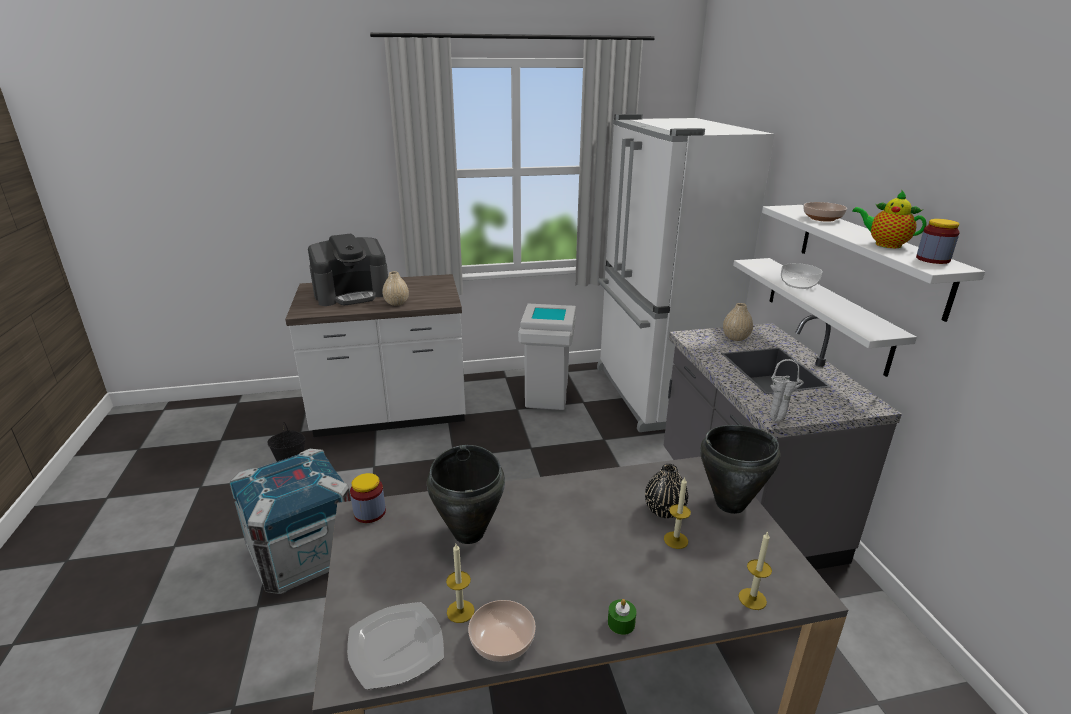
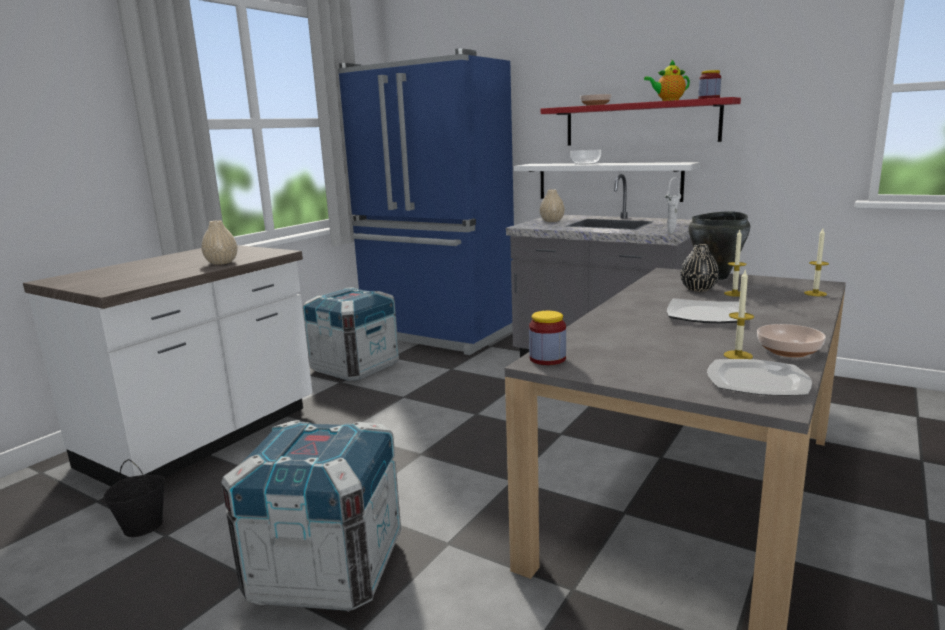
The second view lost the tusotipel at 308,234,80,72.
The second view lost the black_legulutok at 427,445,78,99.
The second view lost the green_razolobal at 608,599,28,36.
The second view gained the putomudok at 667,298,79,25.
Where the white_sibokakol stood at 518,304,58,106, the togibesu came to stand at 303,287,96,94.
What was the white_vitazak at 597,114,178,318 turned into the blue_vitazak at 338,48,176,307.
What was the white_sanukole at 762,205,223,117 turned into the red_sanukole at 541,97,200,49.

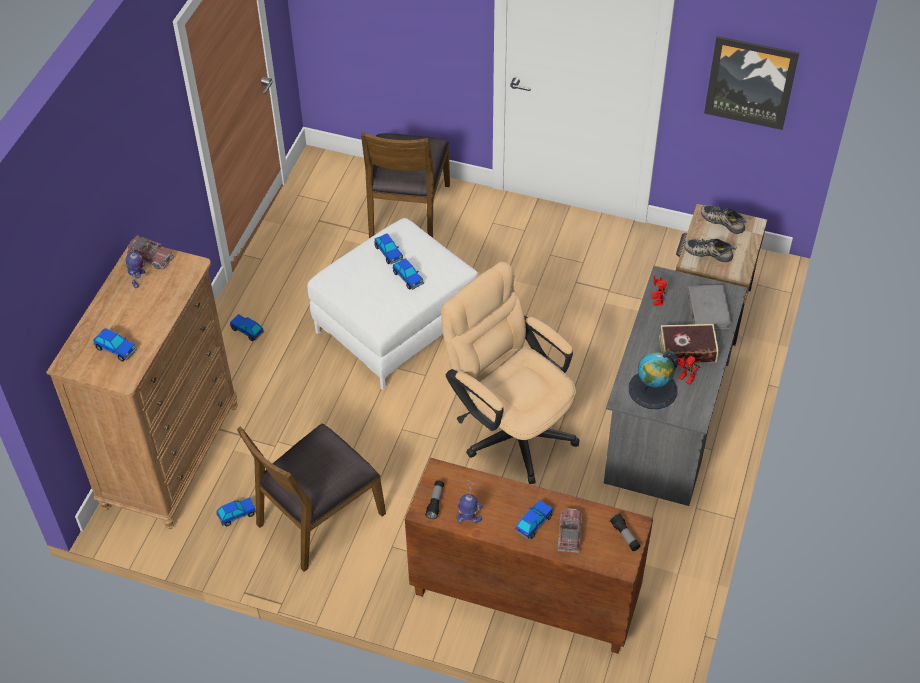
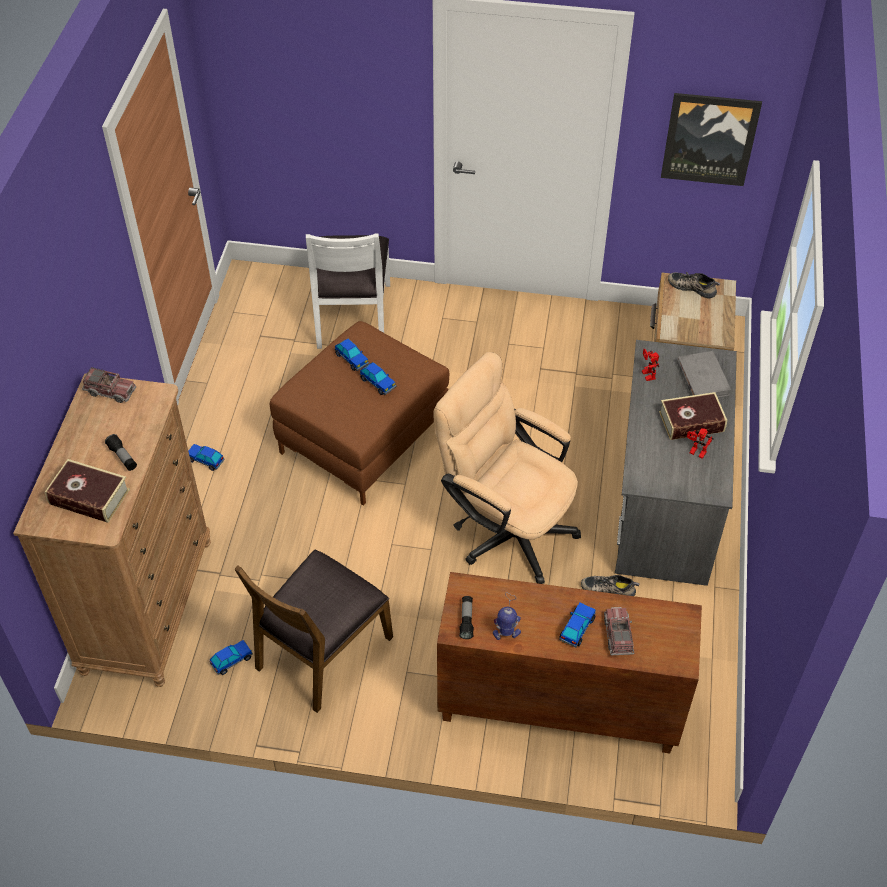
The second view lost the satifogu at 126,241,20,47.
The second view lost the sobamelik at 629,351,49,58.
The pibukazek ended up elsewhere, having gone from 610,513,30,38 to 105,434,32,37.
The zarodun ended up elsewhere, having gone from 684,239,52,23 to 581,575,58,21.
Where the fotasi stood at 93,328,44,33, the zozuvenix came to stand at 45,459,85,64.
What was the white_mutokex at 307,218,171,172 turned into the brown_mutokex at 270,321,179,185.
What was the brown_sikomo at 361,132,89,106 turned into the white_sikomo at 306,233,84,116.

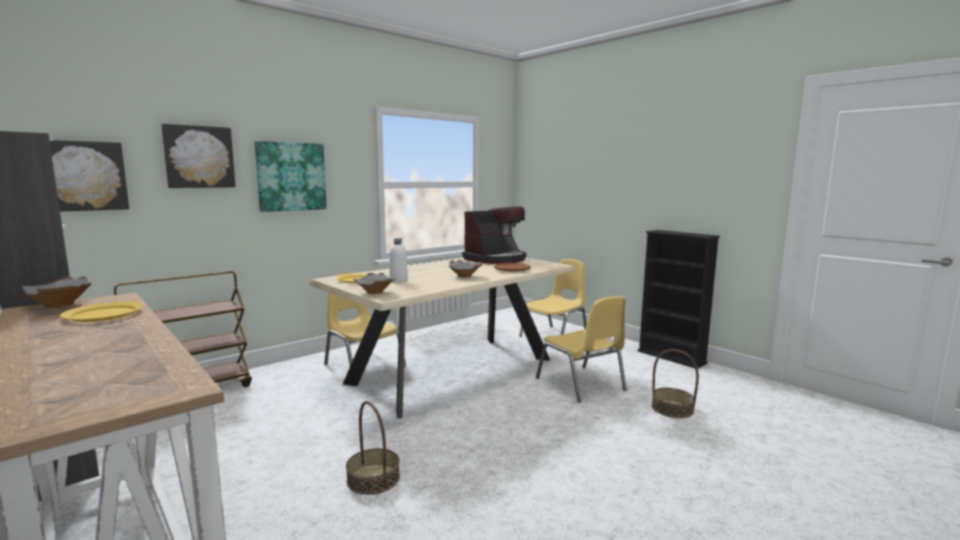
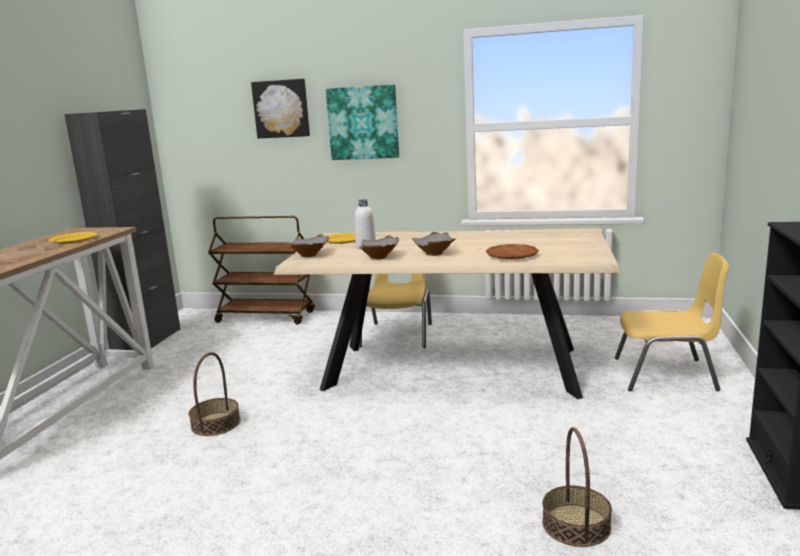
The second view lost the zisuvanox at 50,140,79,72.
The second view lost the tusotipel at 462,206,64,58.
The second view lost the yellow_sikomo at 536,296,91,107.
The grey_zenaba ended up elsewhere, having gone from 21,276,70,32 to 359,235,40,25.

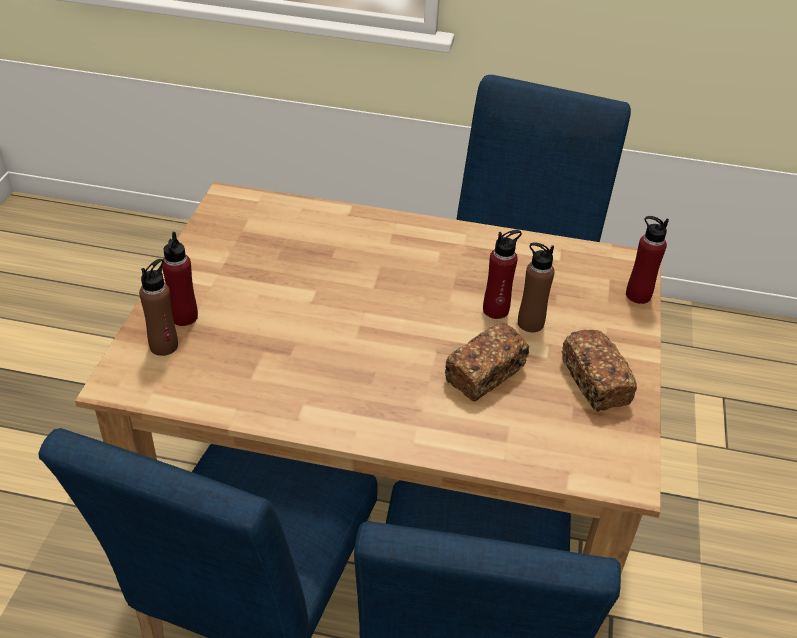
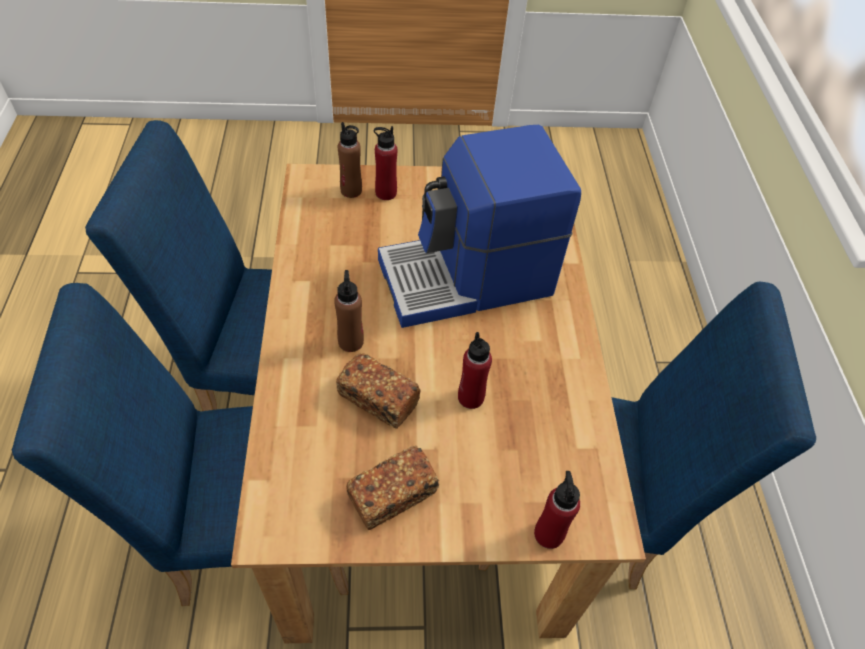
The second view gained the tusotipel at 378,125,203,203.
The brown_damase ended up elsewhere, having gone from 518,242,37,90 to 334,270,30,82.

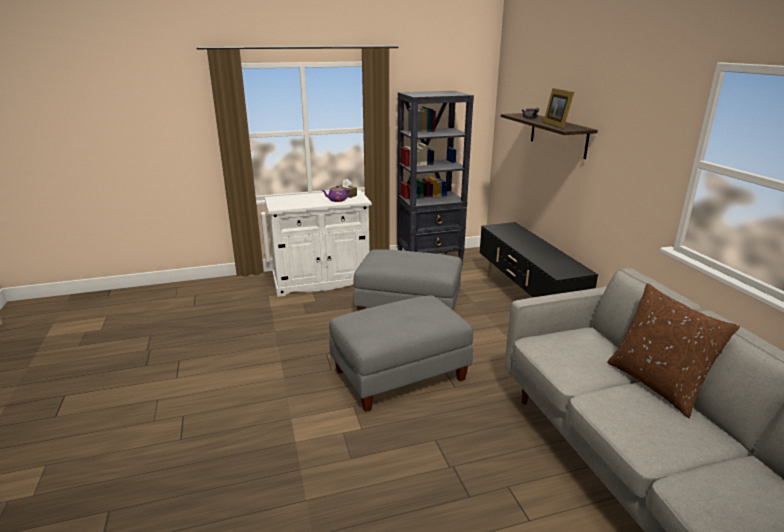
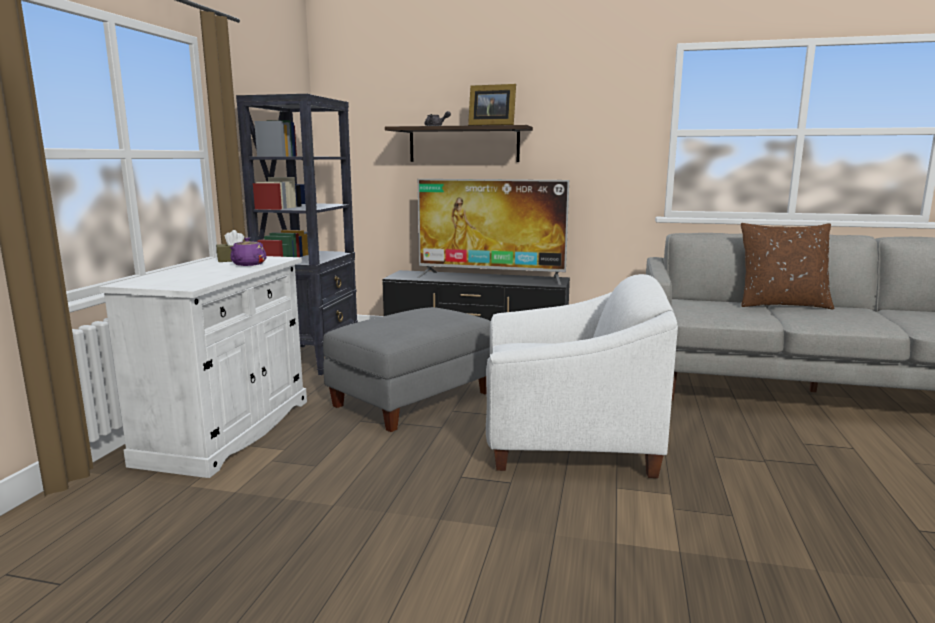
The second view gained the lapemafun at 417,179,152,106.
Where the grey_mutokex stood at 329,295,144,117, the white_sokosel came to stand at 486,274,192,204.

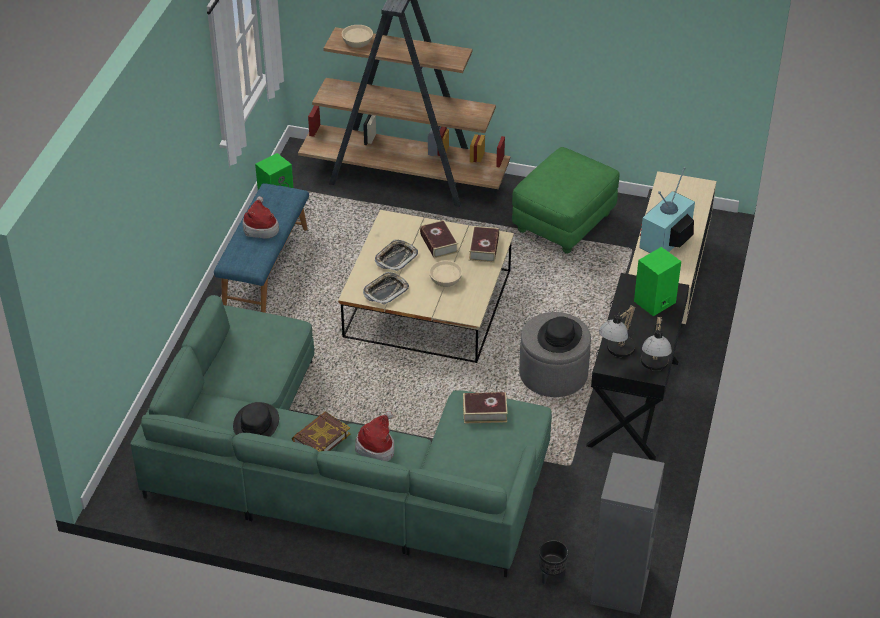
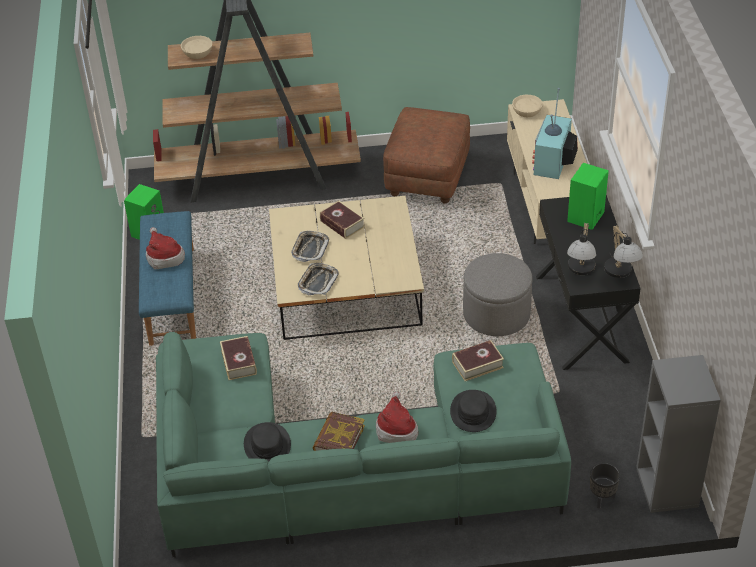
The beige_zenaba ended up elsewhere, having gone from 429,260,33,27 to 512,95,31,22.
The zozuvenix ended up elsewhere, having gone from 469,226,30,37 to 220,336,37,44.
The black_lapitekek ended up elsewhere, having gone from 537,316,45,37 to 450,390,46,42.
What was the green_mutokex at 512,147,107,107 turned into the brown_mutokex at 383,107,87,97.

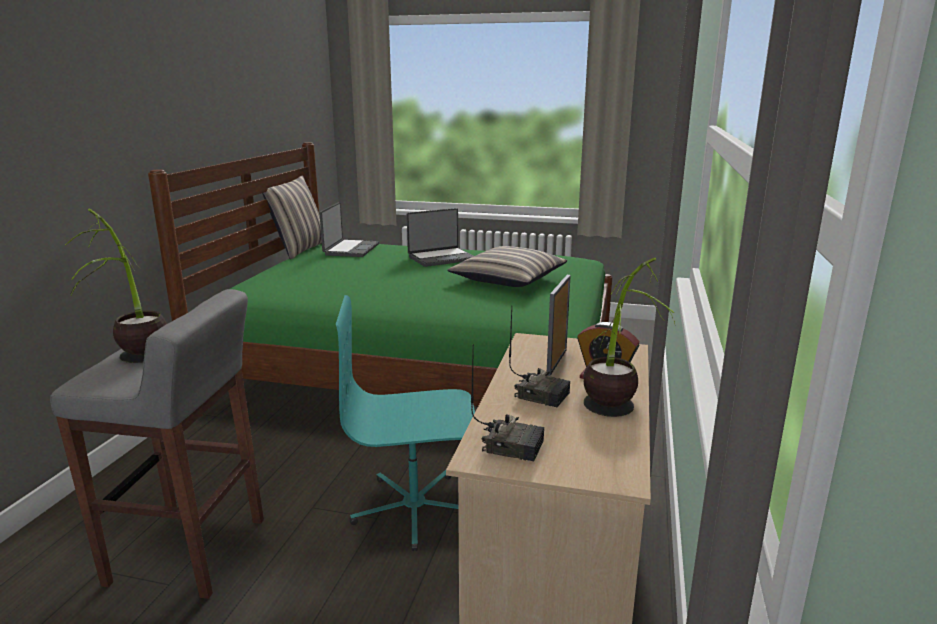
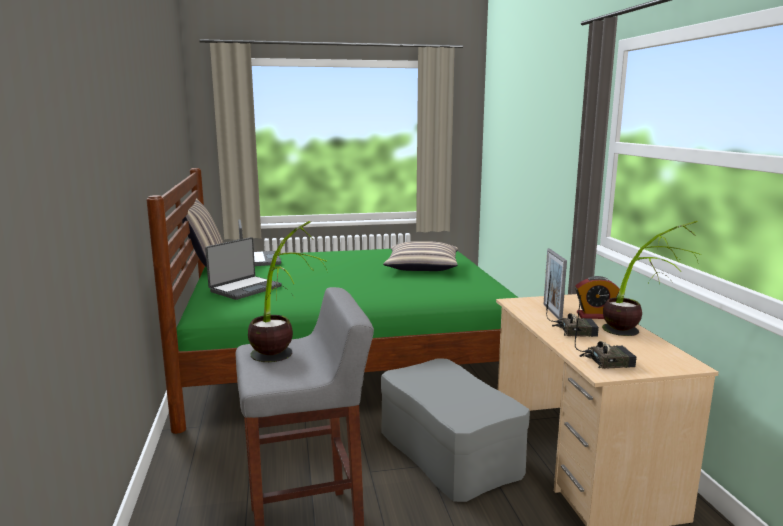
The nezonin ended up elsewhere, having gone from 407,208,67,59 to 205,237,77,63.
Where the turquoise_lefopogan stood at 336,295,139,256, the grey_mutokex came to stand at 381,359,149,143.

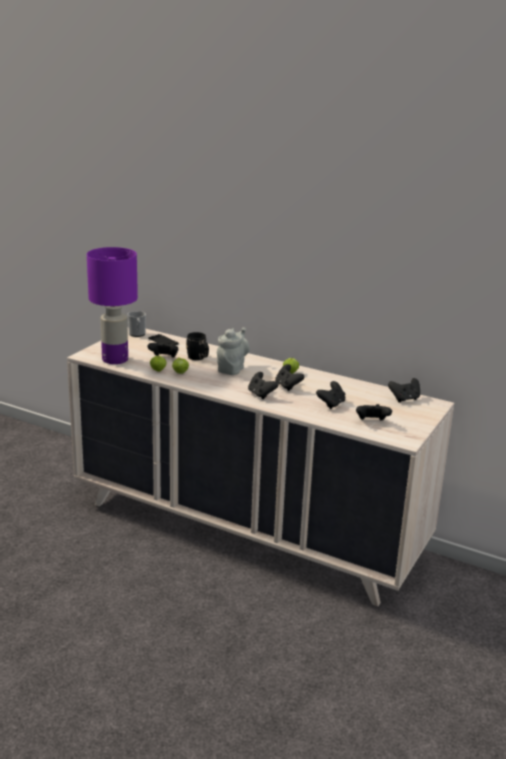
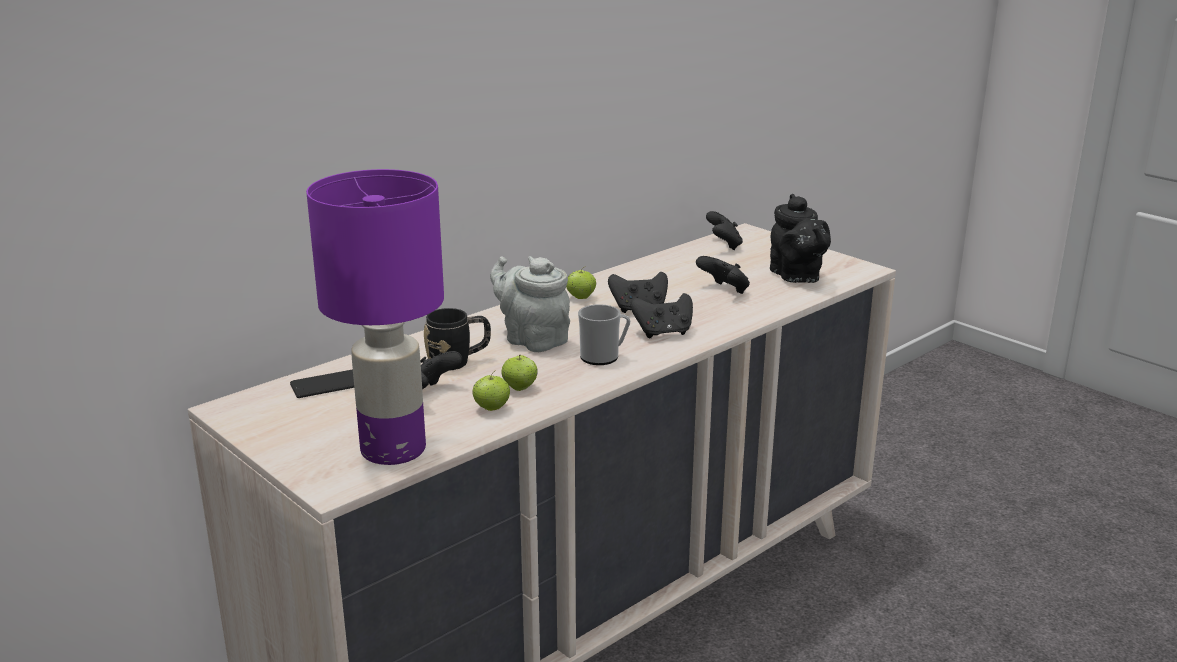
The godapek ended up elsewhere, having gone from 127,311,19,26 to 578,304,52,61.
Where the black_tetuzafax stood at 356,404,36,16, the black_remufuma came to stand at 770,194,61,89.

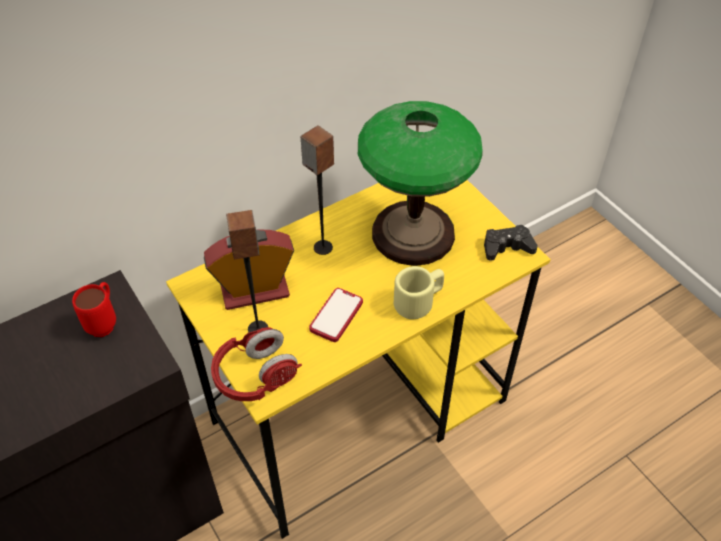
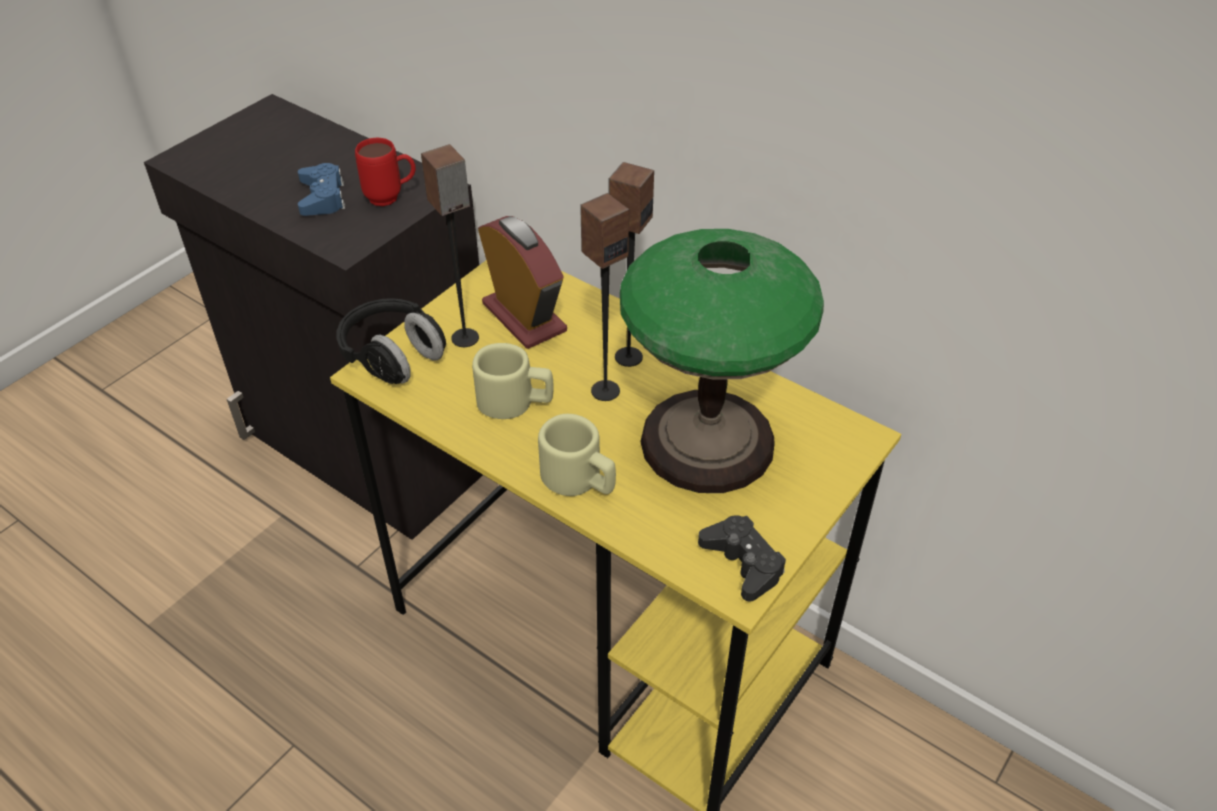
The second view gained the blue_tetuzafax at 298,163,47,53.
The second view gained the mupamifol at 580,193,49,208.
Where the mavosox stood at 309,288,54,54, the beige_godapek came to stand at 472,343,82,76.
What was the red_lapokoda at 211,327,91,74 turned into the black_lapokoda at 337,298,109,86.

